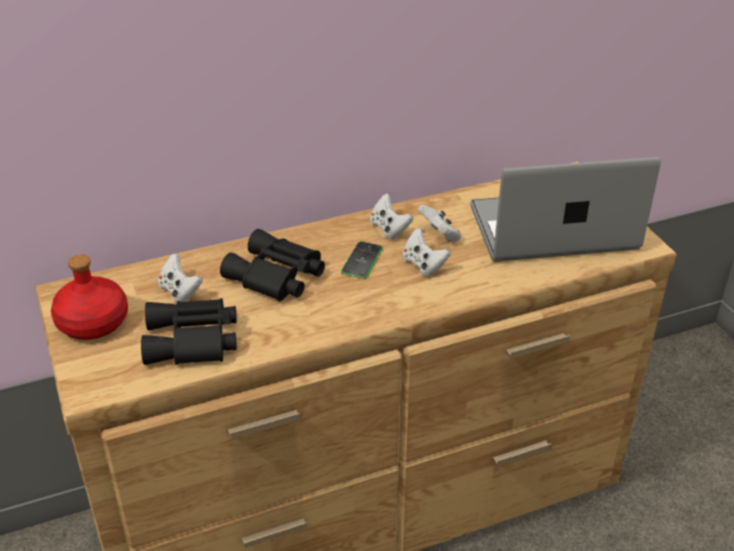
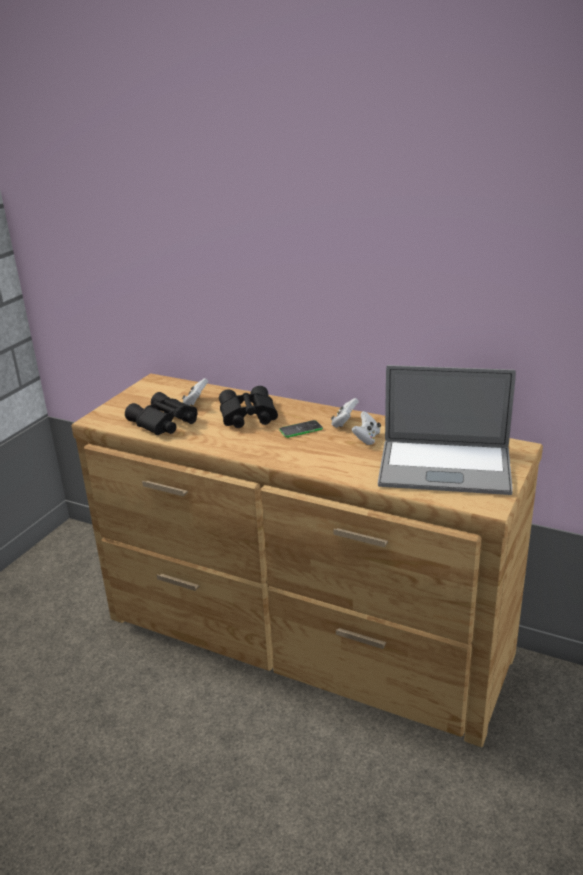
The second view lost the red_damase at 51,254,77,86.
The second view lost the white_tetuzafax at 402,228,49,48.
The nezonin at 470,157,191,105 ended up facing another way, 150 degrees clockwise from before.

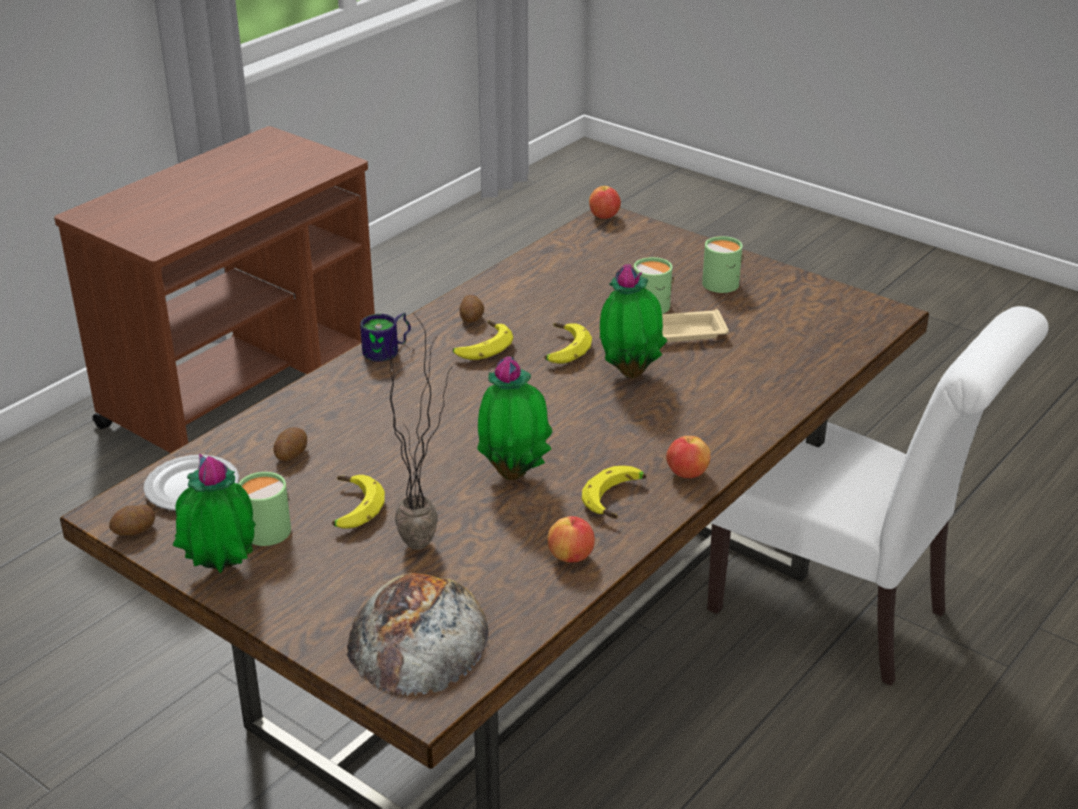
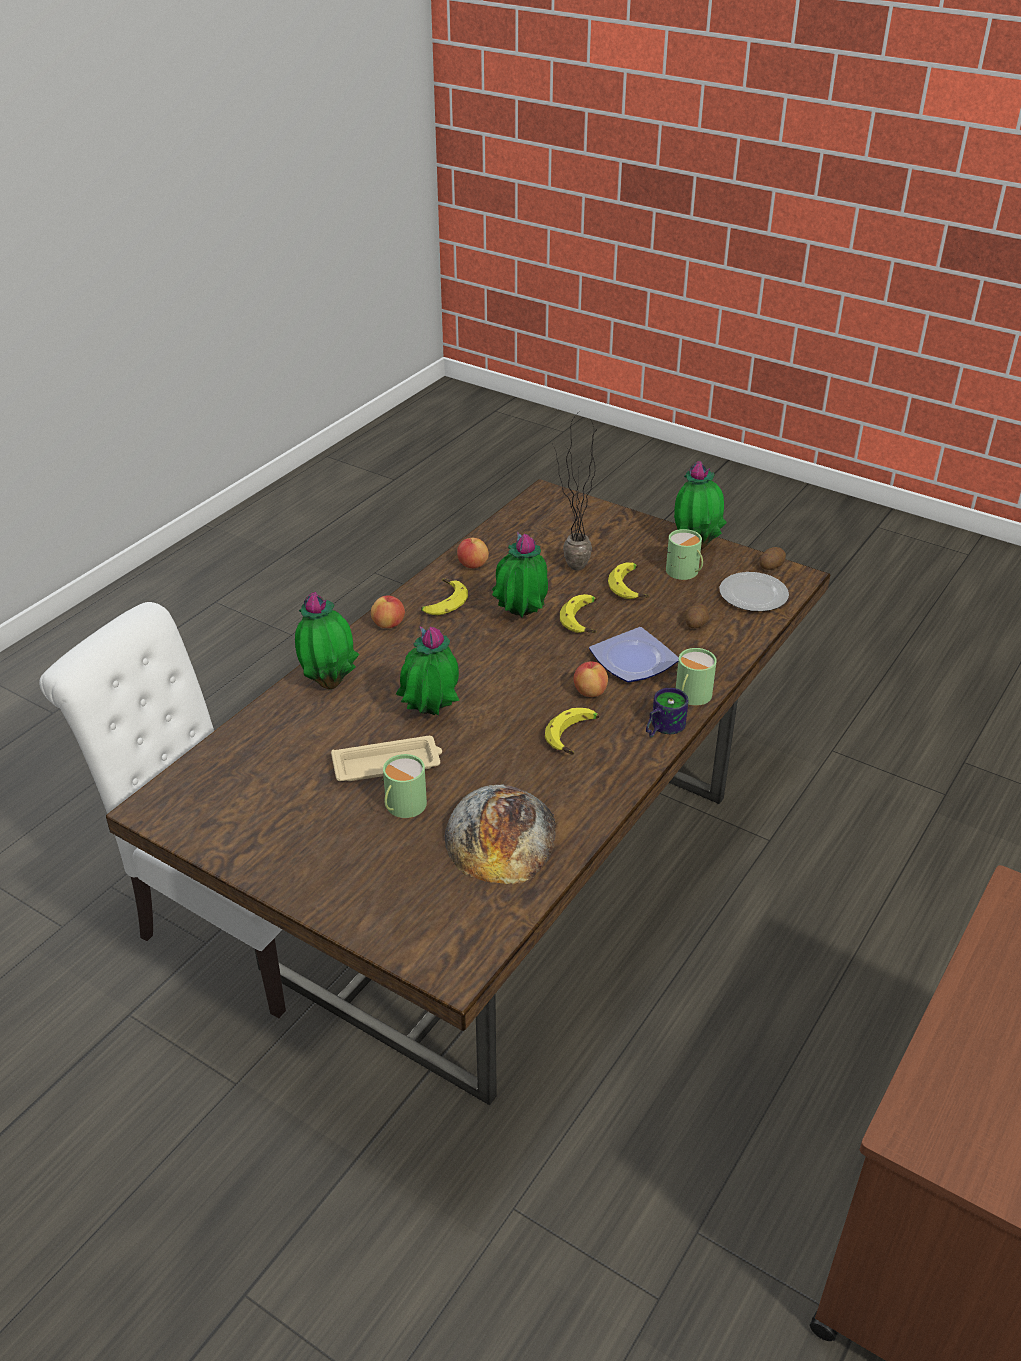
The second view lost the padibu at 459,295,25,27.
The second view gained the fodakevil at 295,592,64,97.
The second view gained the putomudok at 589,627,90,56.
The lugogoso ended up elsewhere, having gone from 346,573,143,123 to 445,784,111,100.
The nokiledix ended up elsewhere, having gone from 544,323,48,40 to 560,594,37,39.
The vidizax ended up elsewhere, having gone from 589,186,32,33 to 574,661,34,36.
The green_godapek ended up elsewhere, having gone from 702,236,41,57 to 676,648,41,58.

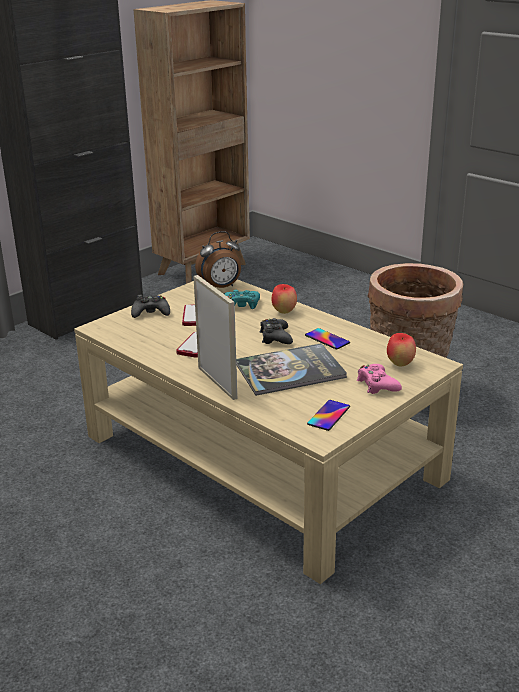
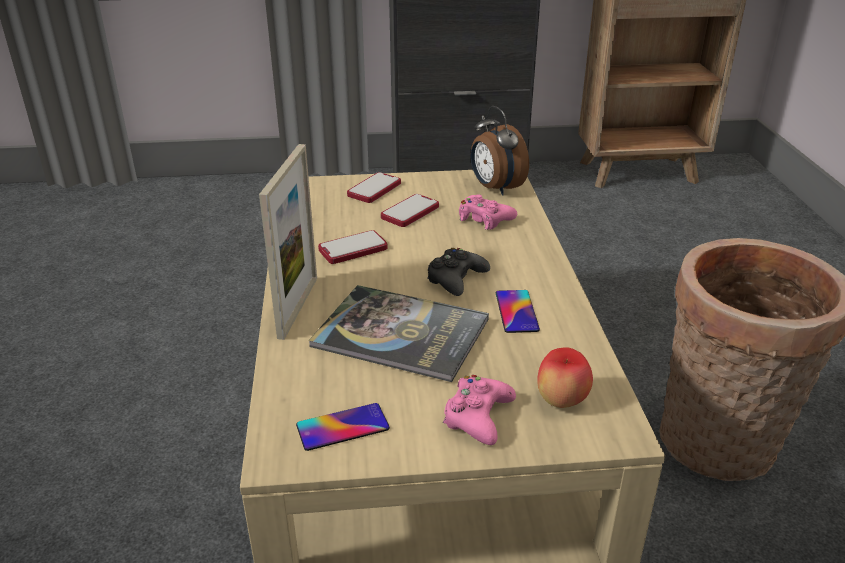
The second view lost the vidizax at 271,284,26,30.
Where the black_tetuzafax stood at 131,295,39,23, the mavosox came to stand at 347,172,54,31.
What was the turquoise_tetuzafax at 224,290,36,19 turned into the pink_tetuzafax at 459,194,58,36.
The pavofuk at 195,231,46,57 ended up facing another way, 45 degrees clockwise from before.

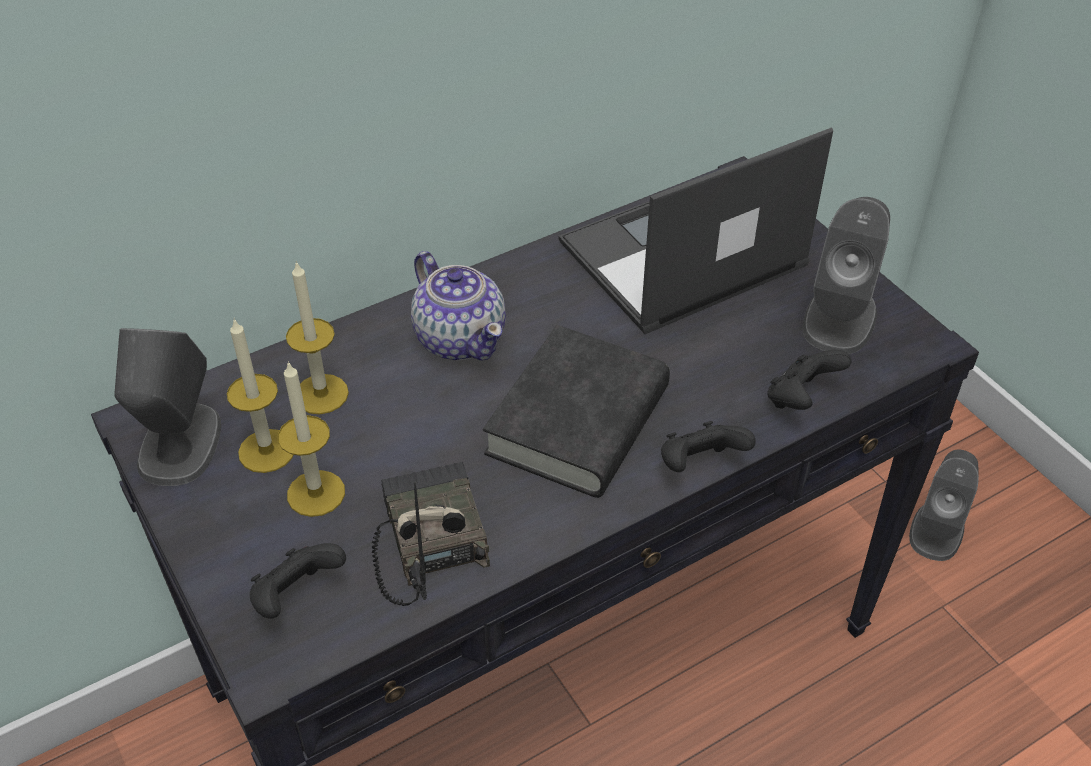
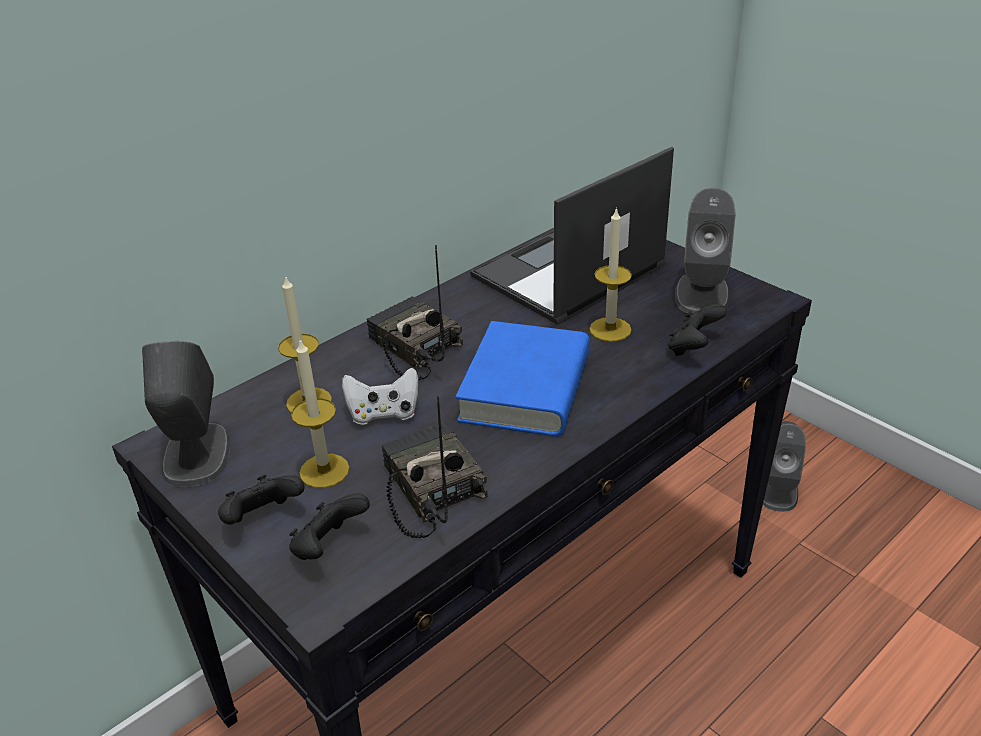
The second view gained the white_tetuzafax at 342,367,76,58.
The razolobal ended up elsewhere, having gone from 227,318,66,155 to 589,207,43,135.
The black_tetuzafax ended up elsewhere, having gone from 661,421,95,51 to 218,475,87,50.
Where the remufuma stood at 411,251,95,110, the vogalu came to stand at 367,245,96,136.
What was the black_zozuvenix at 483,325,187,173 turned into the blue_zozuvenix at 456,321,134,116.

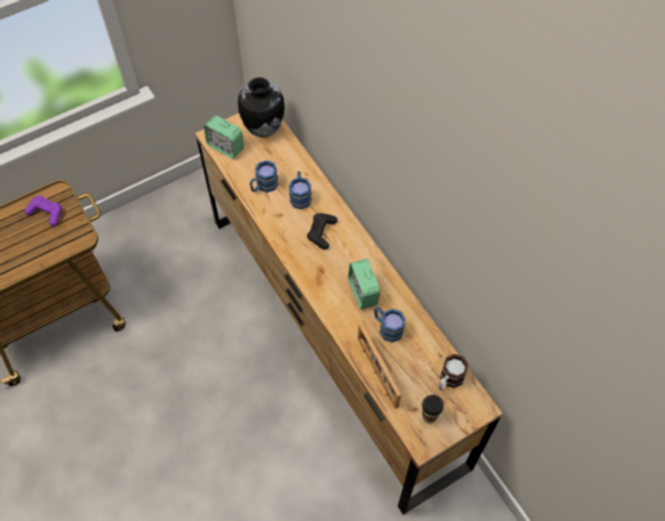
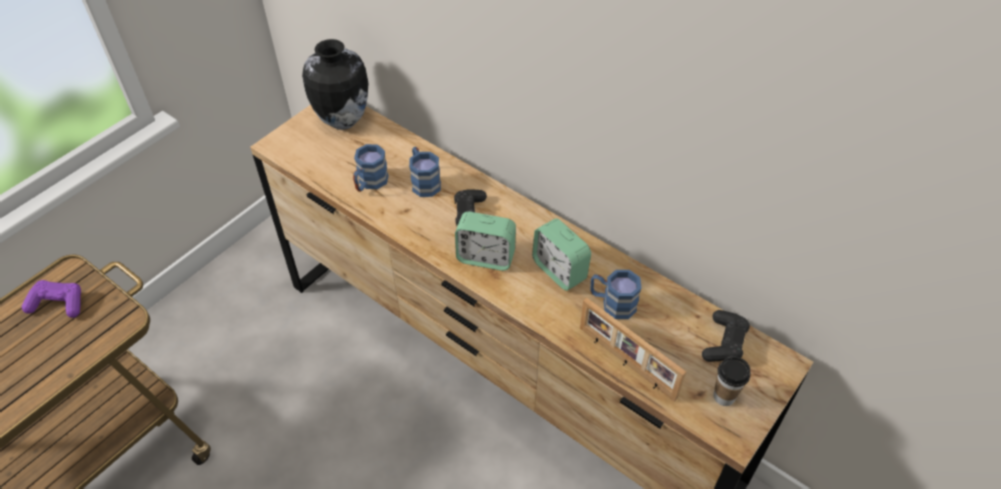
The pavofuk ended up elsewhere, having gone from 204,115,40,44 to 455,212,61,59.
Where the godapek stood at 438,354,31,36, the black_tetuzafax came to stand at 702,310,48,52.

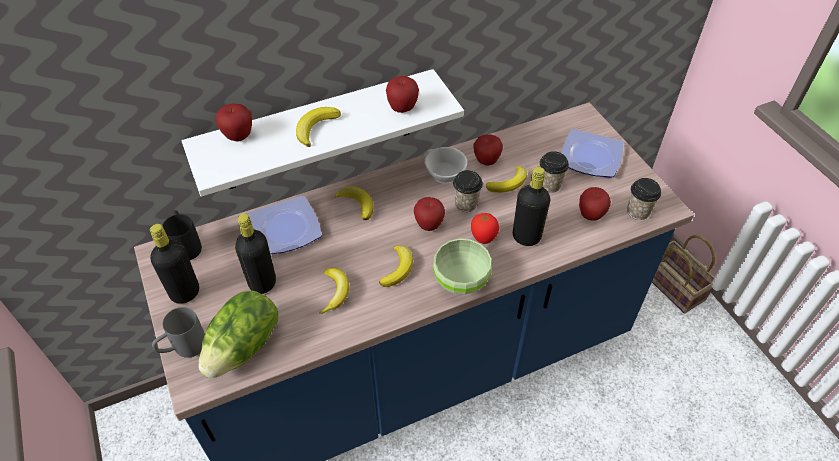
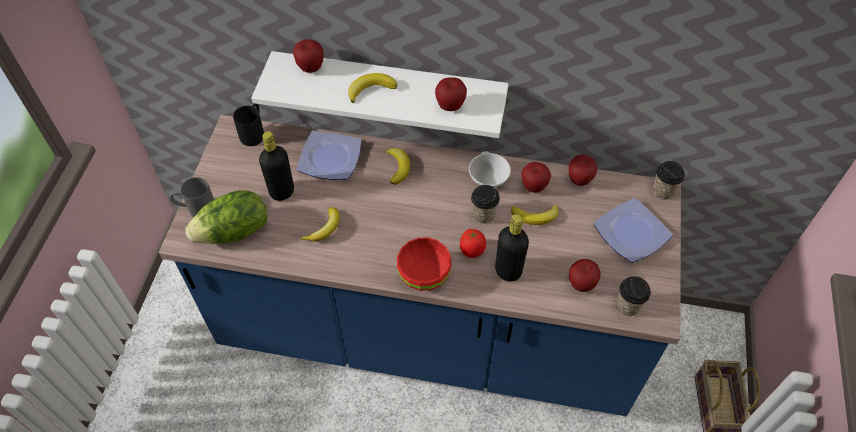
The second view lost the black_damase at 150,224,49,80.
The second view lost the nokiledix at 379,245,34,42.
The vidizax ended up elsewhere, having gone from 414,197,31,34 to 569,155,28,31.
The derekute ended up elsewhere, having gone from 540,151,29,42 to 653,161,32,39.
What was the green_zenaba at 433,239,59,56 turned into the red_zenaba at 397,237,55,54.

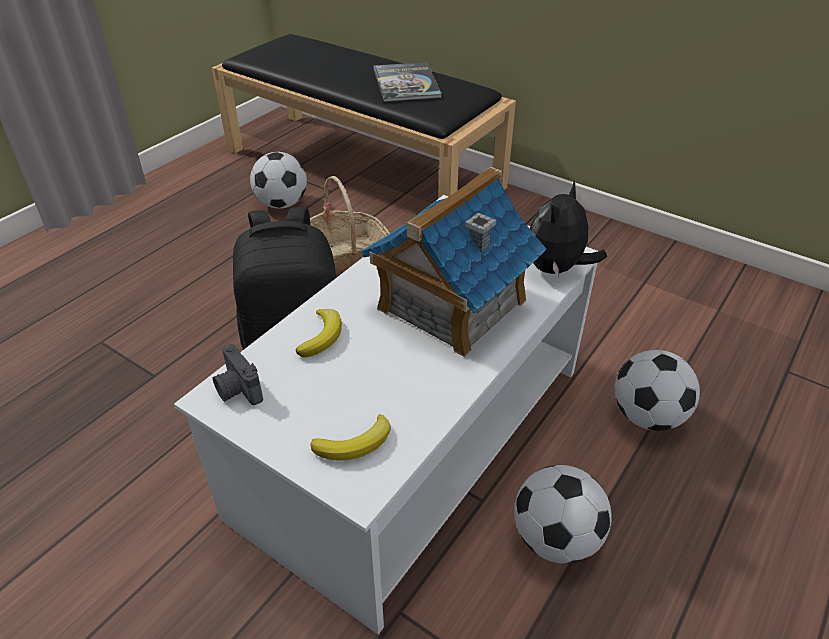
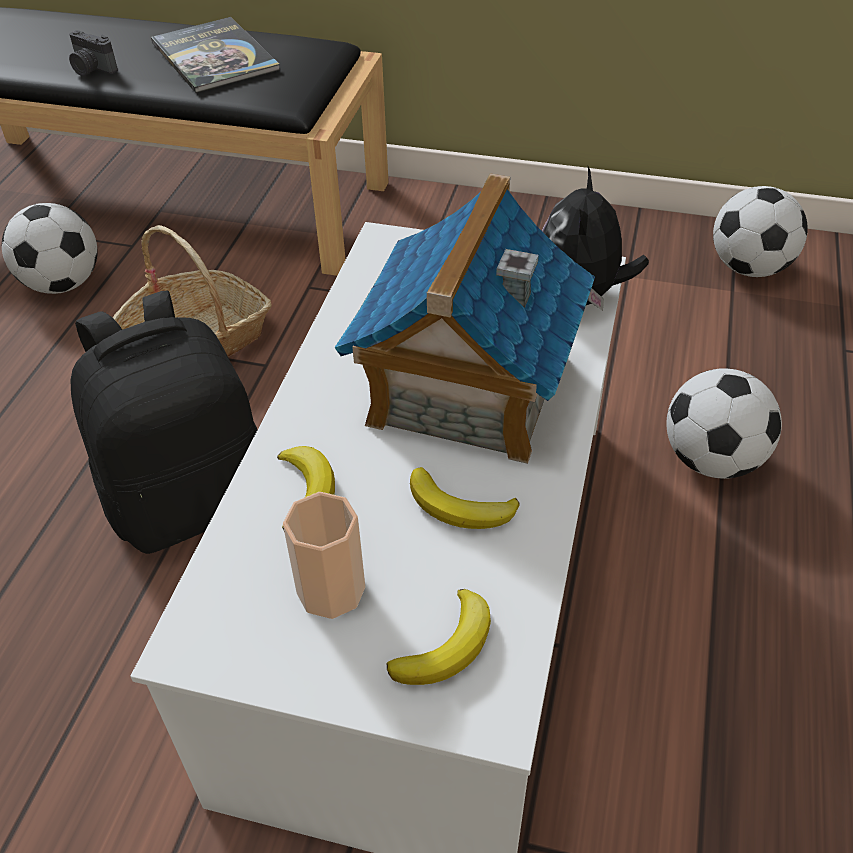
The second view gained the derekute at 283,492,82,127.
The second view gained the nokiledix at 410,467,109,62.
The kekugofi ended up elsewhere, having gone from 213,344,50,61 to 69,30,49,46.
The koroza ended up elsewhere, having gone from 514,465,98,99 to 713,186,95,91.

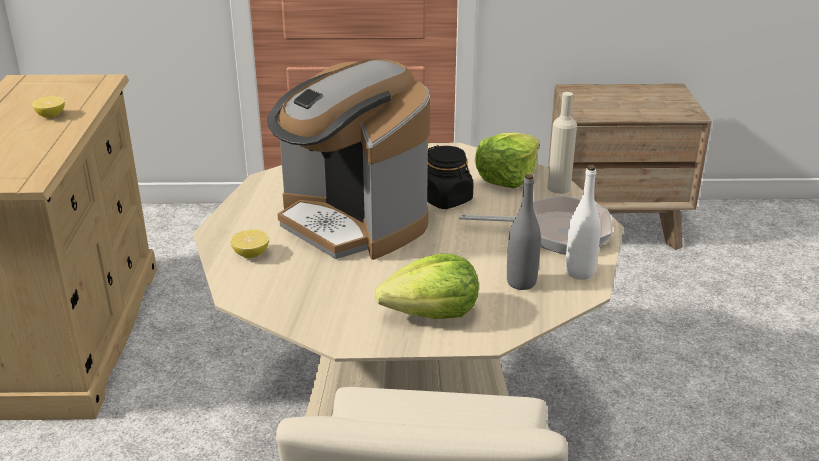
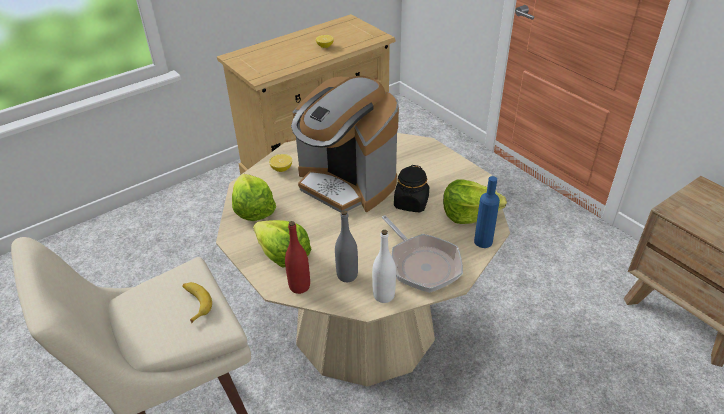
The second view gained the nokiledix at 183,282,29,41.
The second view gained the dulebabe at 232,174,44,47.
The second view gained the red_damase at 285,221,25,73.
What was the beige_damase at 548,92,29,102 turned into the blue_damase at 474,176,26,72.
The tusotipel at 267,59,163,201 ended up facing another way, 60 degrees counterclockwise from before.

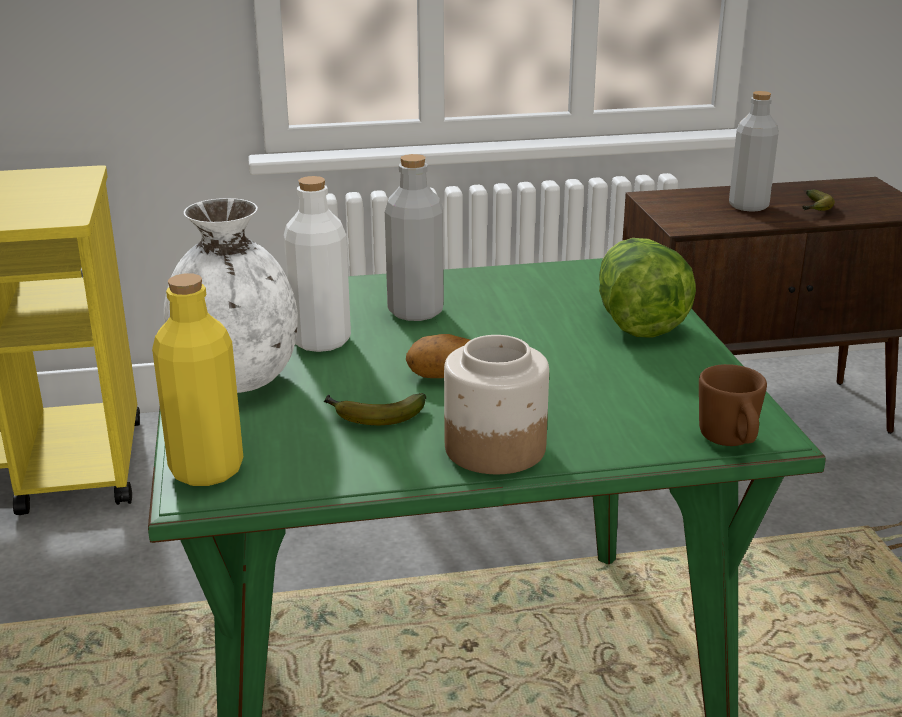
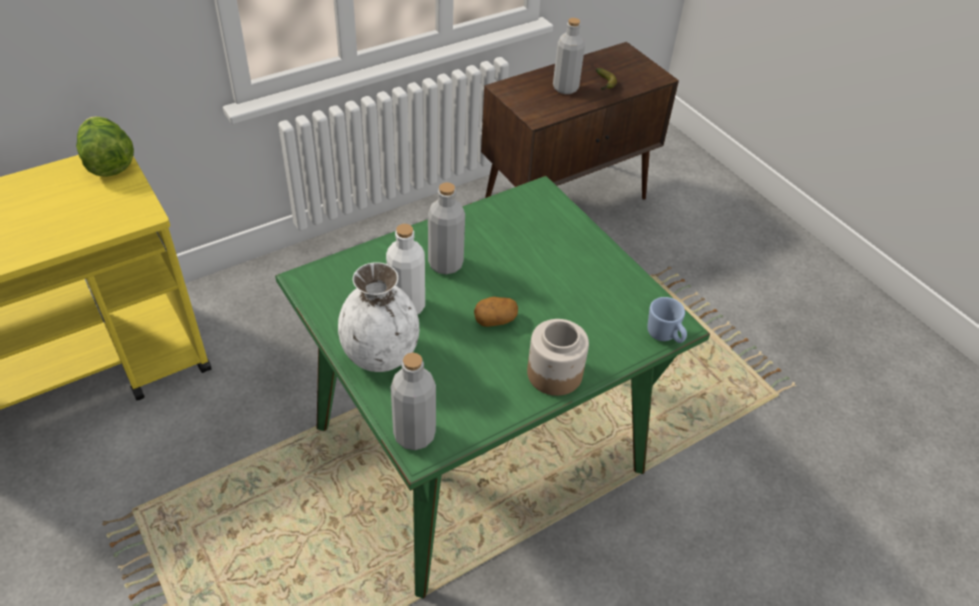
The second view lost the nokiledix at 323,393,103,32.
The dulebabe ended up elsewhere, having gone from 599,238,97,100 to 76,117,58,60.
What was the yellow_damase at 152,273,91,213 turned into the grey_damase at 391,352,45,98.
What was the brown_godapek at 699,364,68,82 turned into the blue_godapek at 647,297,40,46.

